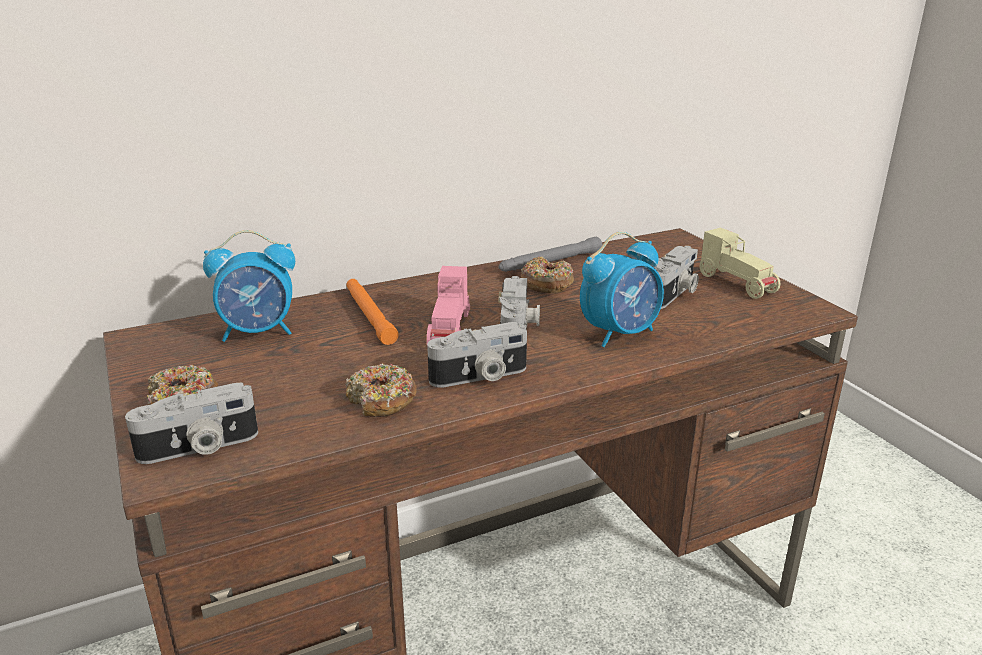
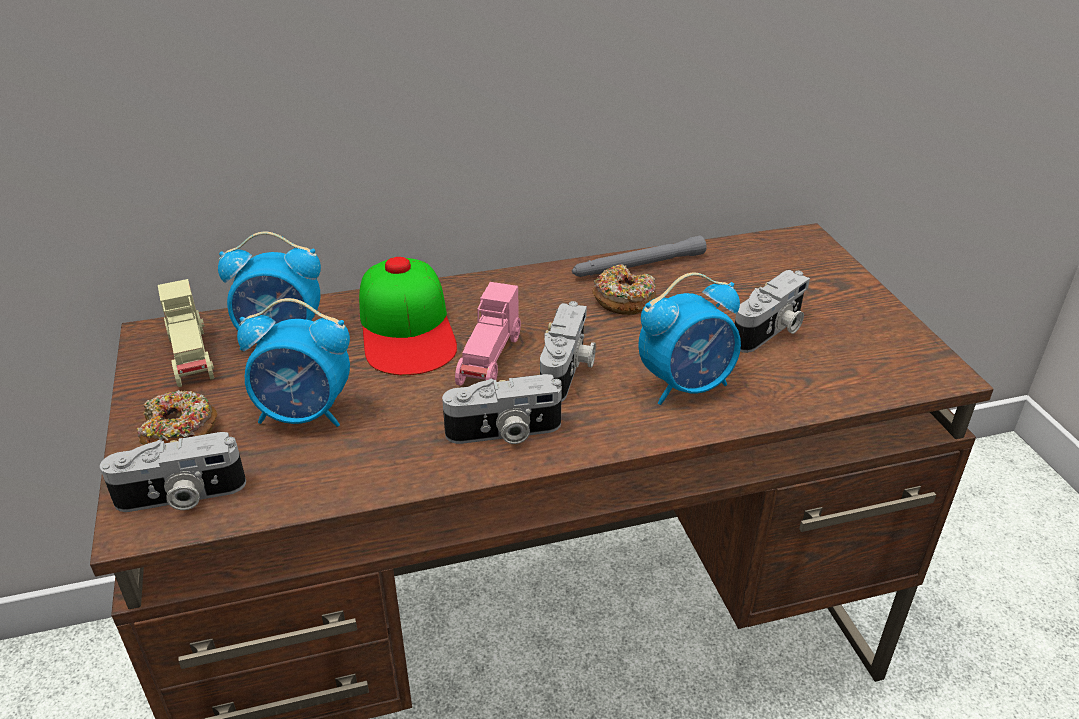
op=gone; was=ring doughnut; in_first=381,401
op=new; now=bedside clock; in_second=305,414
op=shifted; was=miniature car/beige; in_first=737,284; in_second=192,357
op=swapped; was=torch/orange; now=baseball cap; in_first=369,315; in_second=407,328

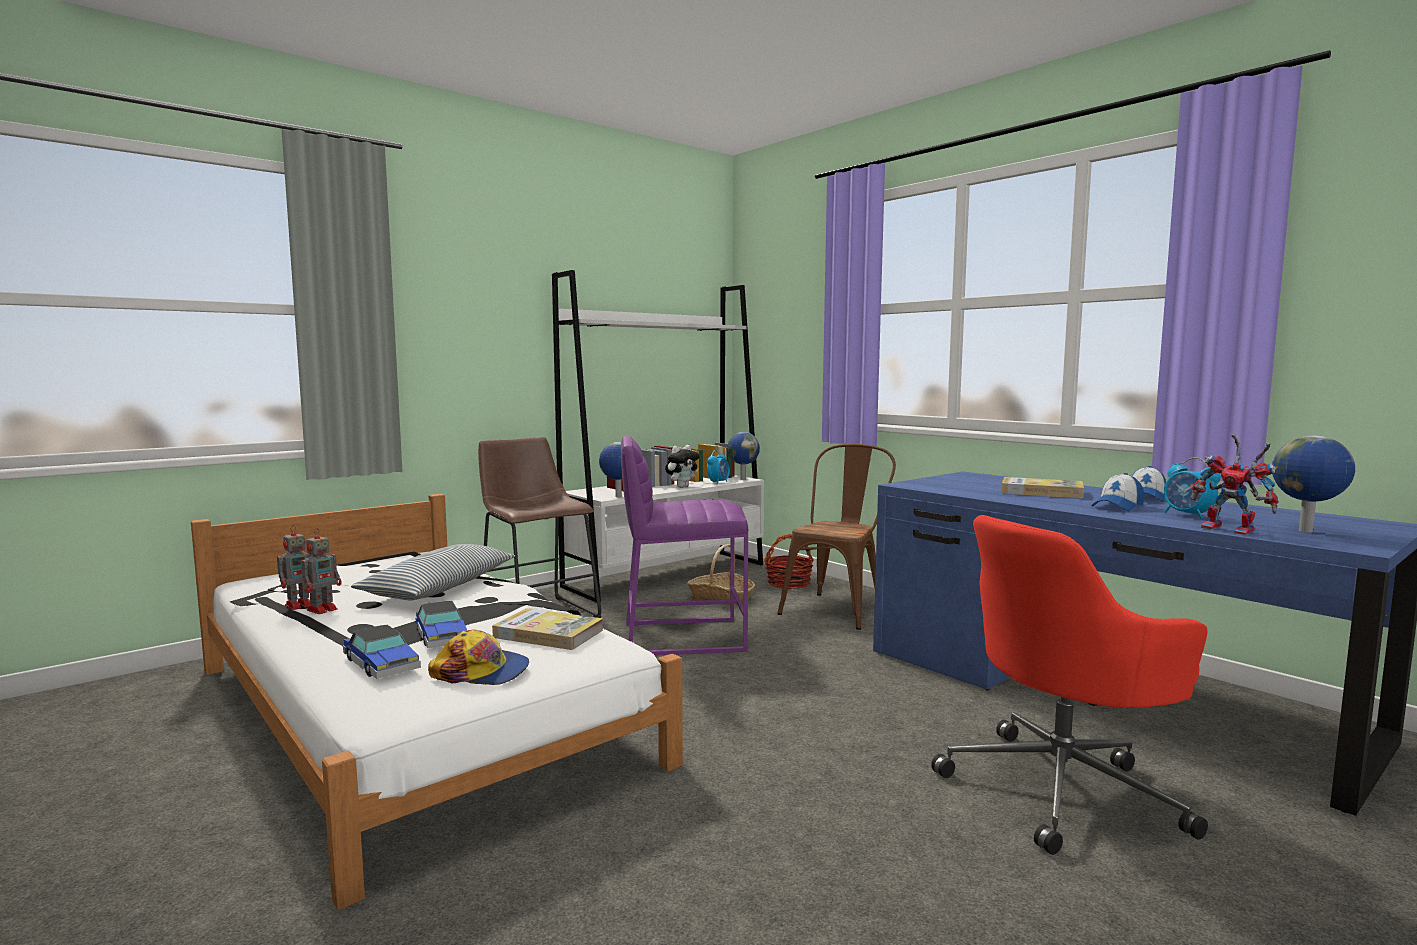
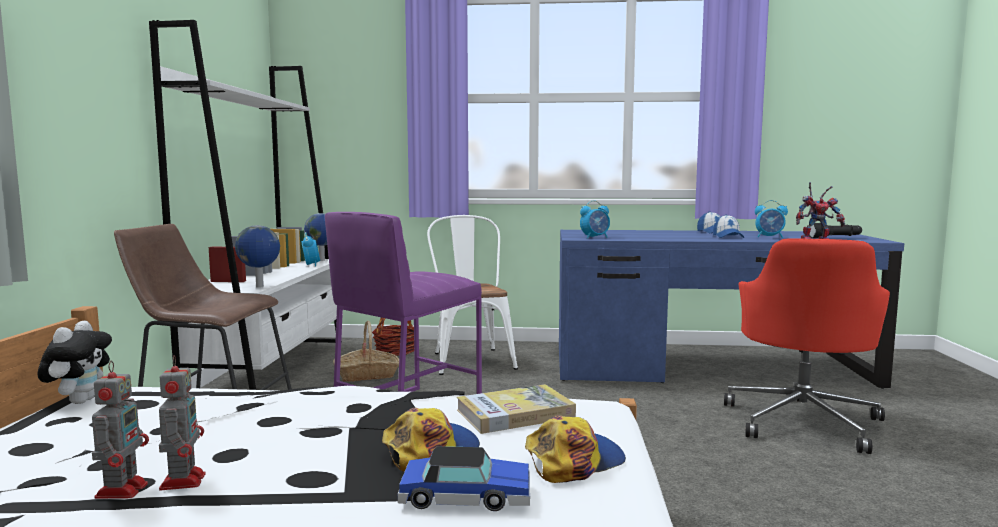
op=gone; was=pillow; in_first=440,587
op=gone; was=bound book; in_first=1041,492
op=new; now=bedside clock; in_second=595,237
op=shifted; was=cuddly toy; in_first=682,487; in_second=79,401
op=swapped; was=miniature car; now=baseball cap; in_first=441,636; in_second=430,450
op=swapped; was=globe; now=torch/blackish; in_first=1306,531; in_second=835,237
op=repainted; was=plain chair/brown; now=plain chair/white-coloured; in_first=838,607; in_second=470,359

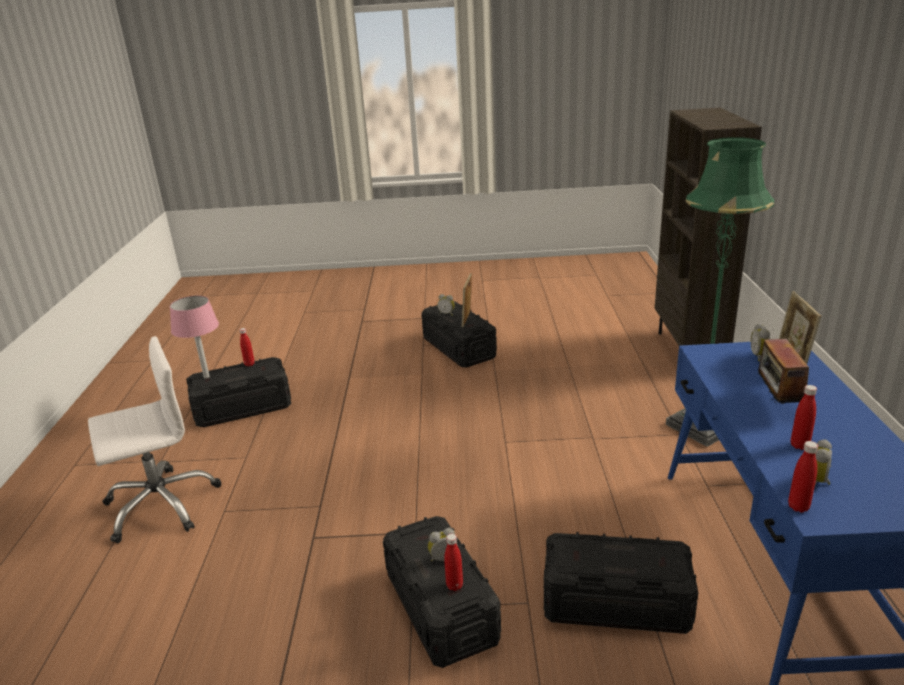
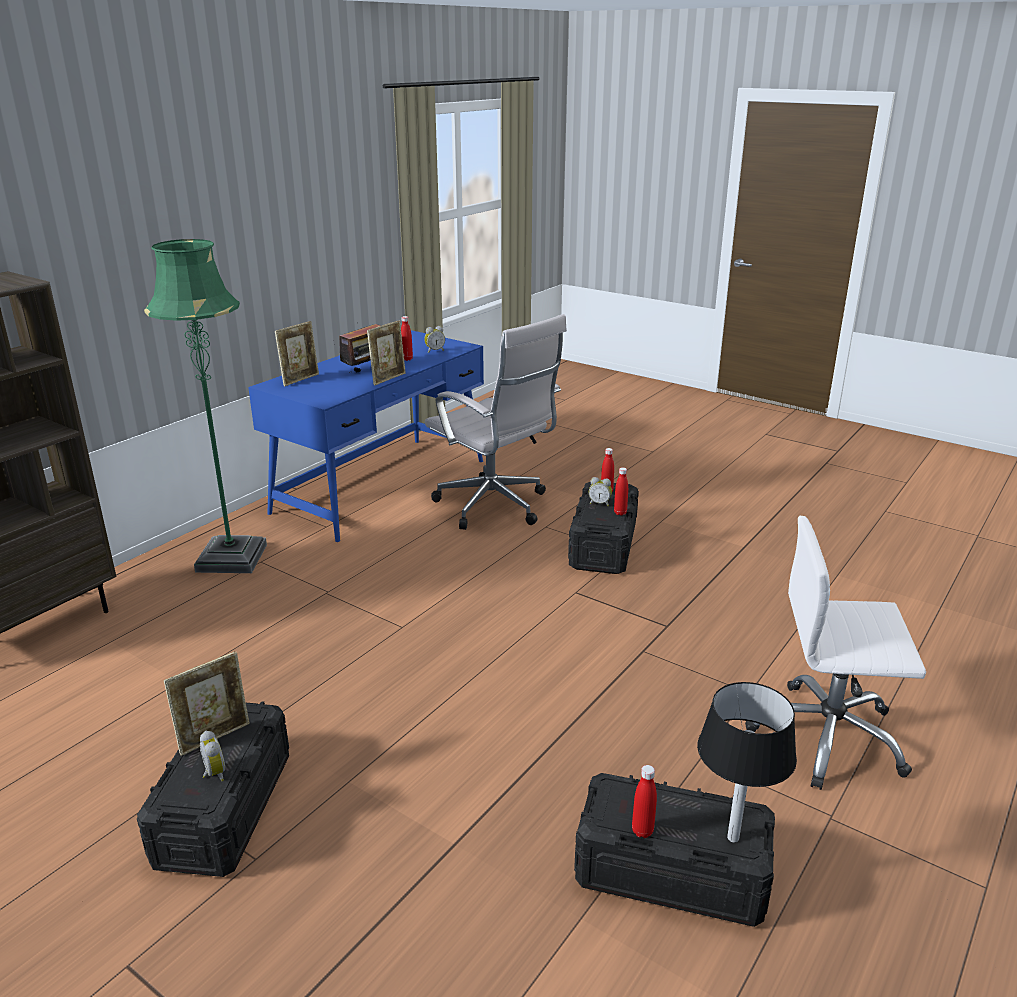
op=gone; was=bedside clock; in_first=759,356
op=new; now=standing frame; in_second=388,379
op=shifted; was=beverage bottle/reddish; in_first=798,507; in_second=620,513
op=swapped; was=storage box/blackish; now=office chair/white-coloured; in_first=615,603; in_second=495,507
op=repainted; was=tabletop lamp/pink; now=tabletop lamp/blackish; in_first=206,377; in_second=733,837

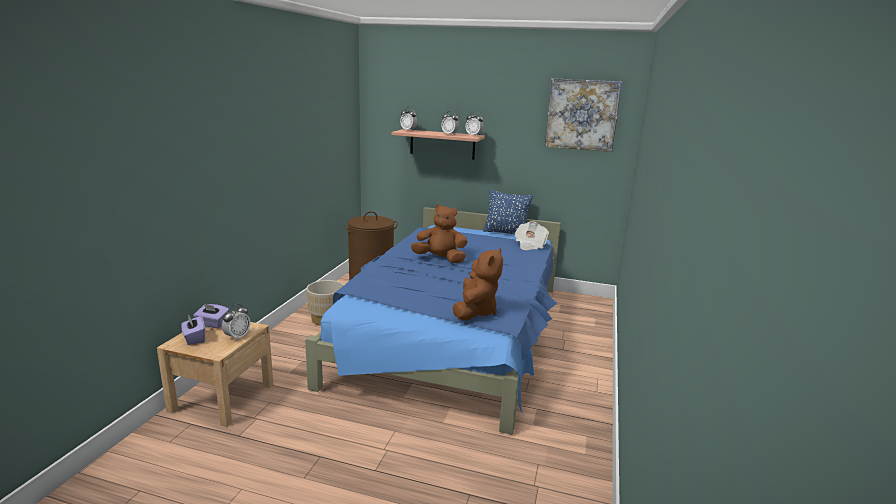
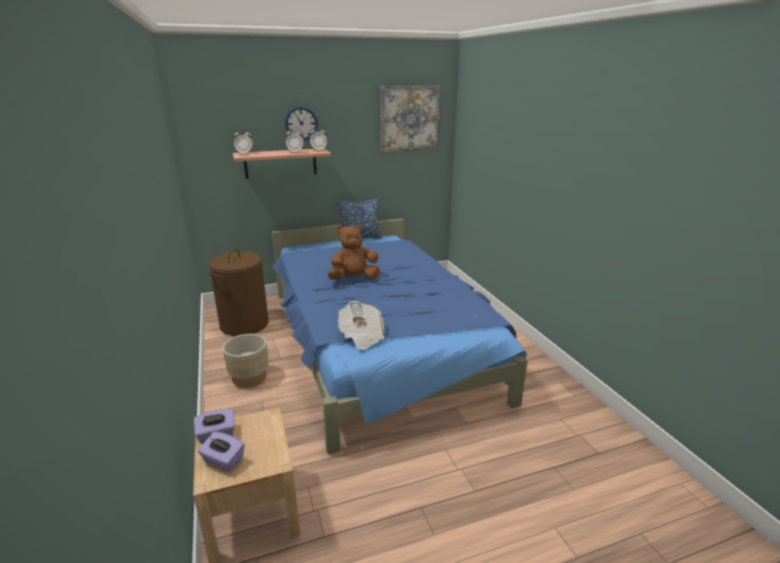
op=gone; was=bedside clock; in_first=237,337
op=gone; was=cuddly toy/brown; in_first=475,311
op=new; now=wall clock; in_second=301,123
op=shifted; was=daily paper; in_first=530,245; in_second=362,336

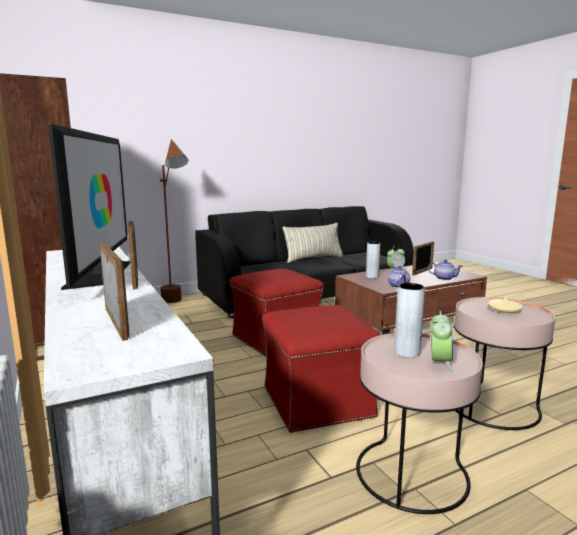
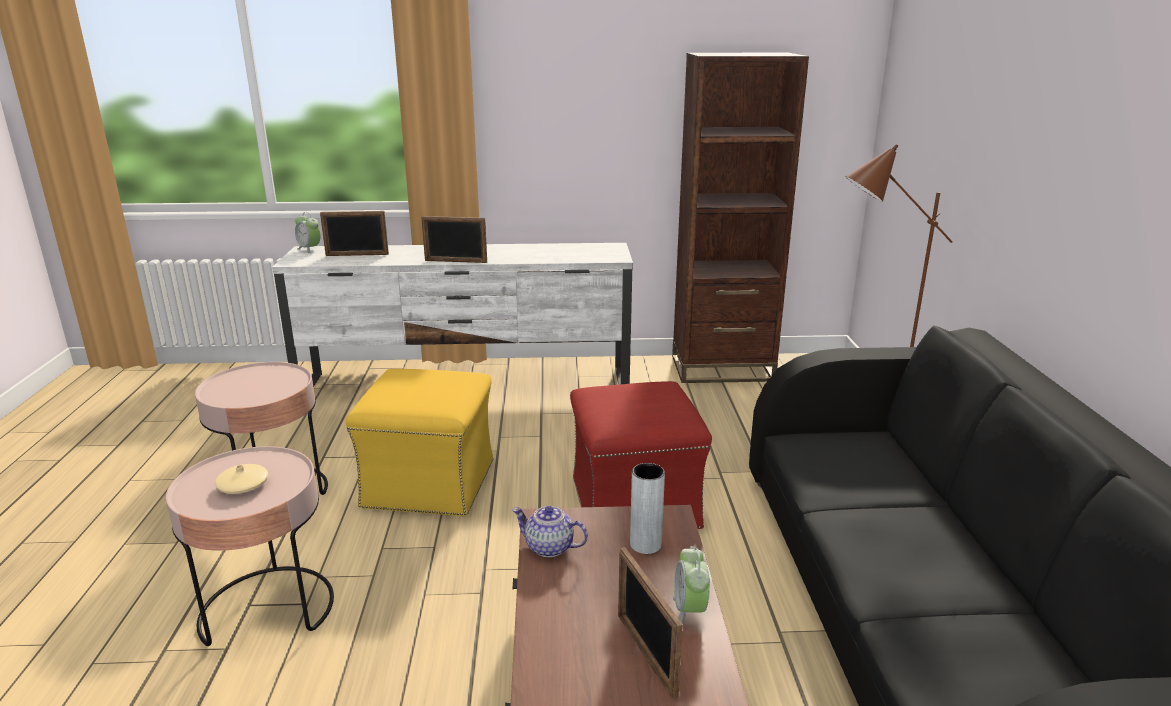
op=gone; was=television; in_first=101,273
op=gone; was=pillow; in_first=313,258
op=gone; was=vase/gray; in_first=407,352
op=gone; was=teapot; in_first=444,278
op=shifted; was=bedside clock; in_first=439,363; in_second=309,249
op=repainted; was=ottoman/reddish; now=ottoman/yellowish; in_first=317,401; in_second=431,484

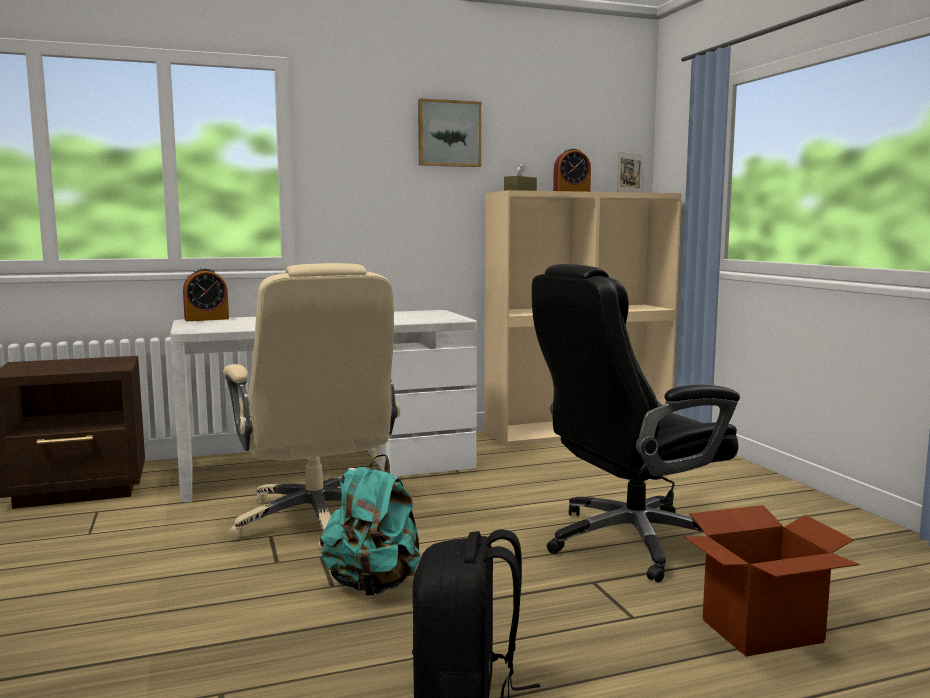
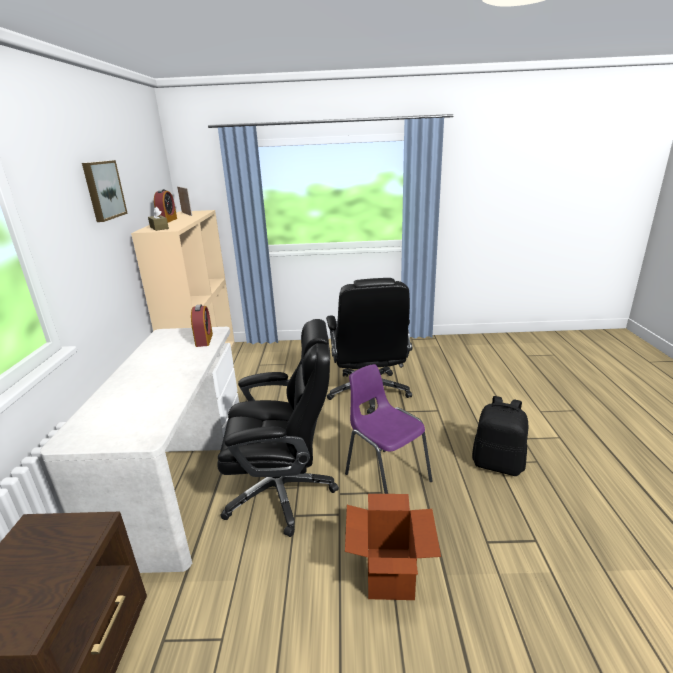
op=shifted; was=bedside clock; in_first=206,319; in_second=204,340
op=shifted; was=cardboard box; in_first=761,631; in_second=390,574
op=swapped; was=knapsack/turquoise; now=plain chair/purplish; in_first=373,585; in_second=386,477
op=repainted; was=office chair/beige; now=office chair/blackish; in_first=316,521; in_second=283,491

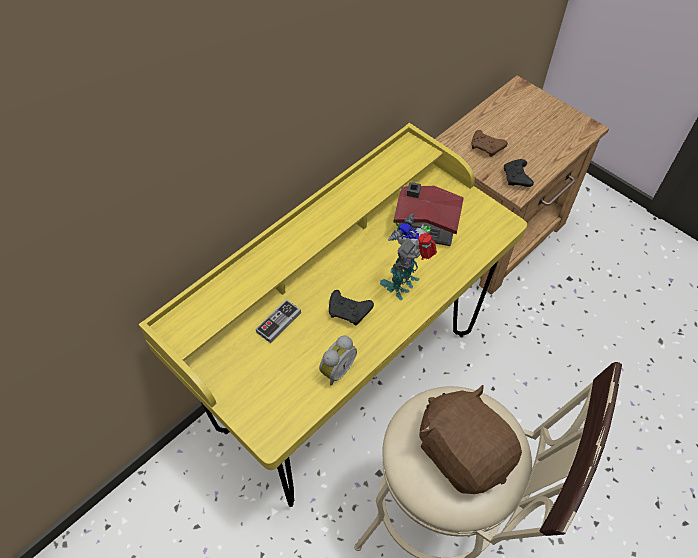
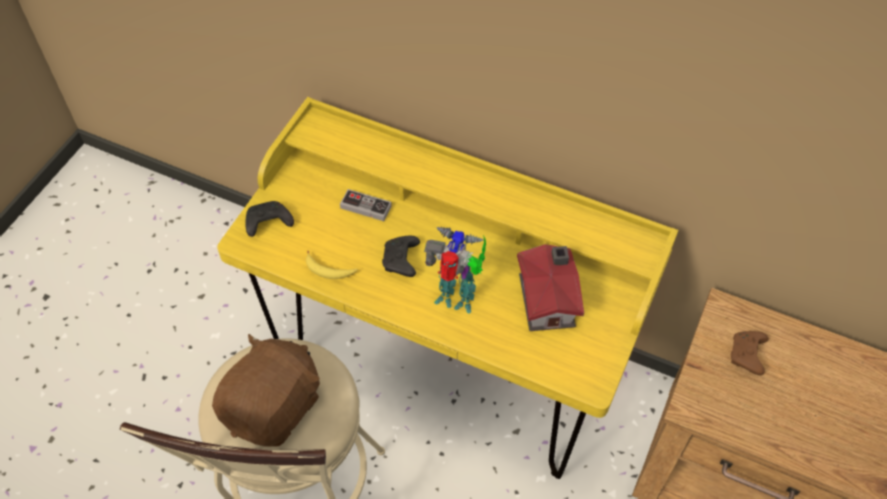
op=shifted; was=joypad/blackish; in_first=517,178; in_second=267,223
op=swapped; was=bedside clock; now=banana; in_first=336,370; in_second=329,270

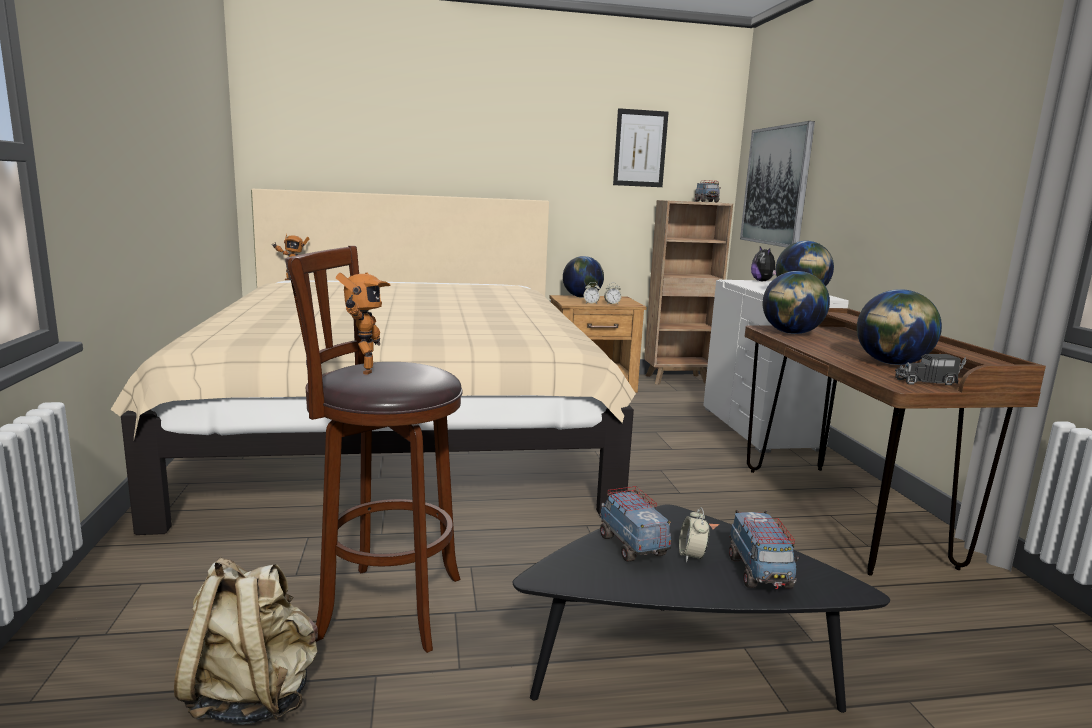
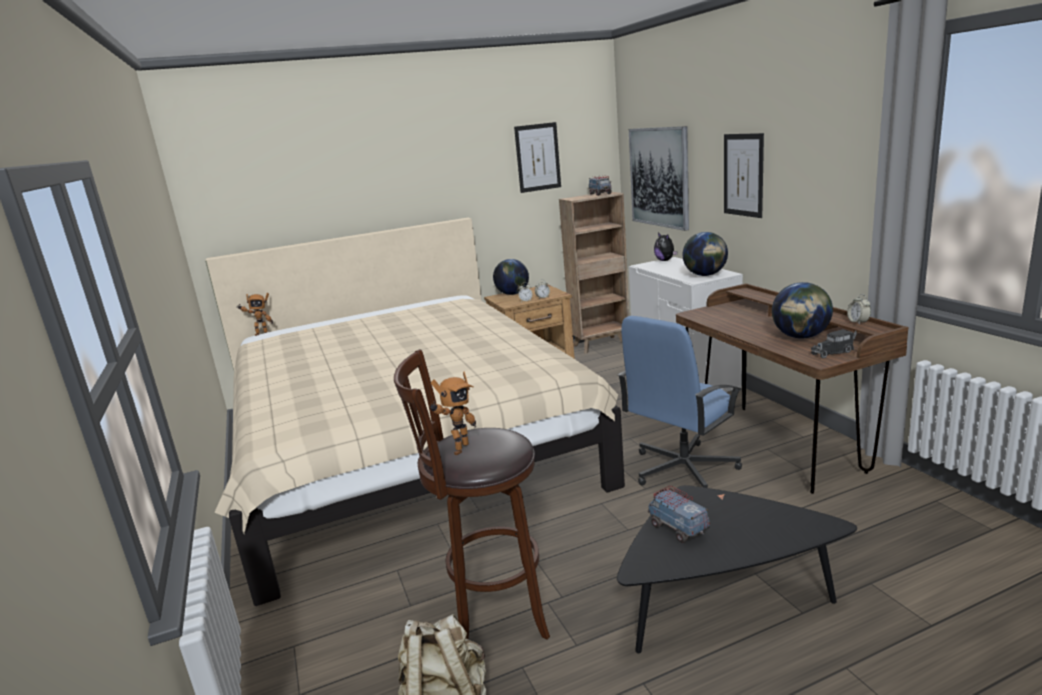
op=gone; was=toy lorry; in_first=759,573
op=gone; was=globe; in_first=791,333
op=new; now=office chair/bluish; in_second=682,469
op=new; now=wall picture; in_second=743,175
op=shifted; was=bedside clock; in_first=691,556; in_second=858,322
op=rotated; was=model robot; in_first=363,370; in_second=458,449; clockwise=45

